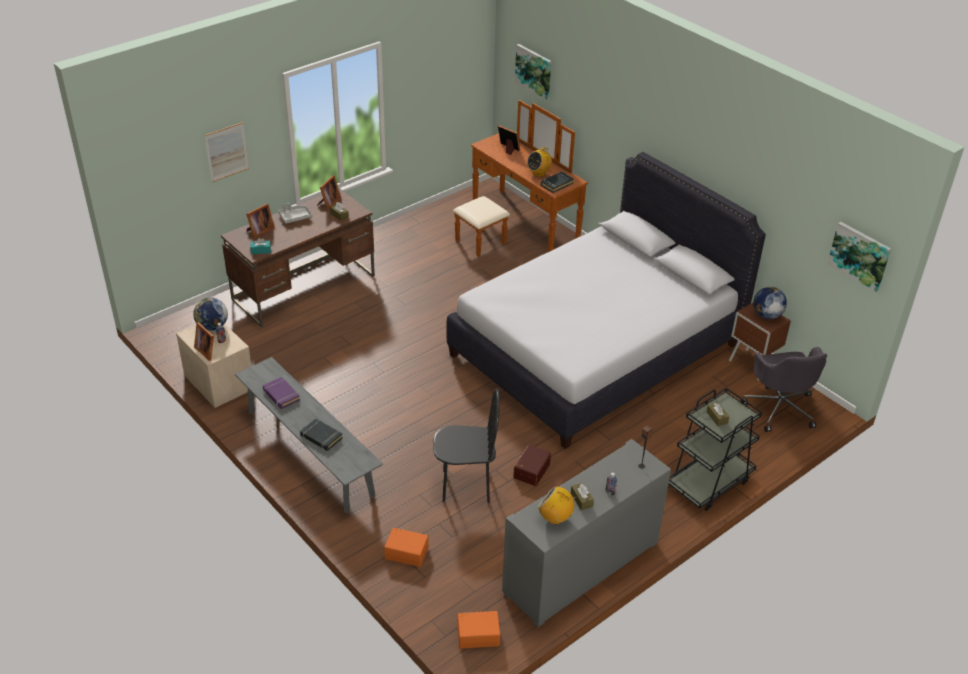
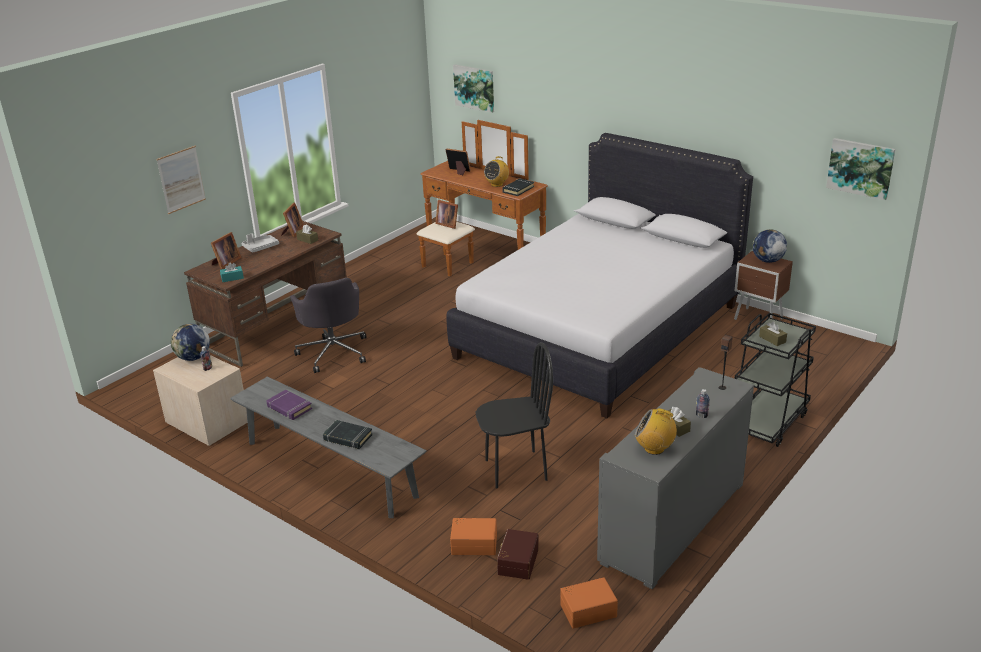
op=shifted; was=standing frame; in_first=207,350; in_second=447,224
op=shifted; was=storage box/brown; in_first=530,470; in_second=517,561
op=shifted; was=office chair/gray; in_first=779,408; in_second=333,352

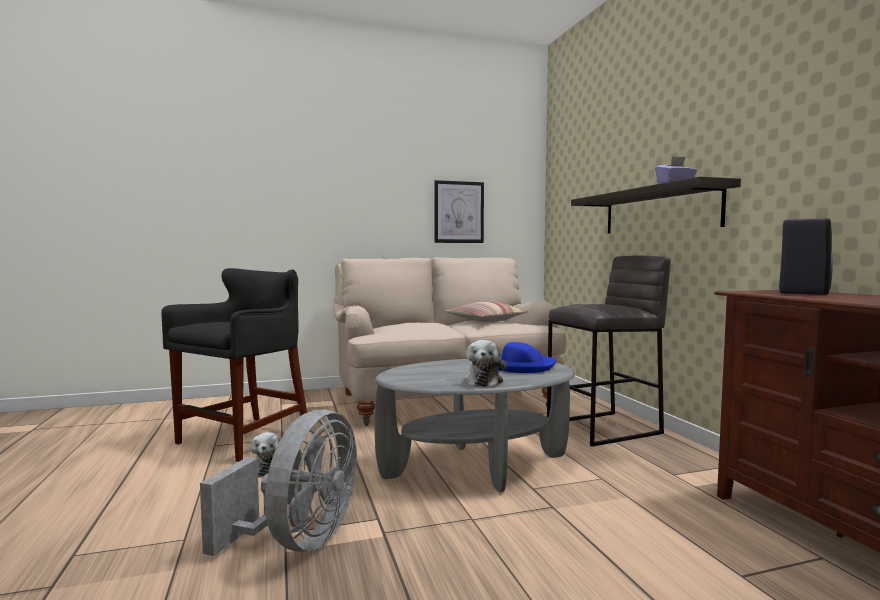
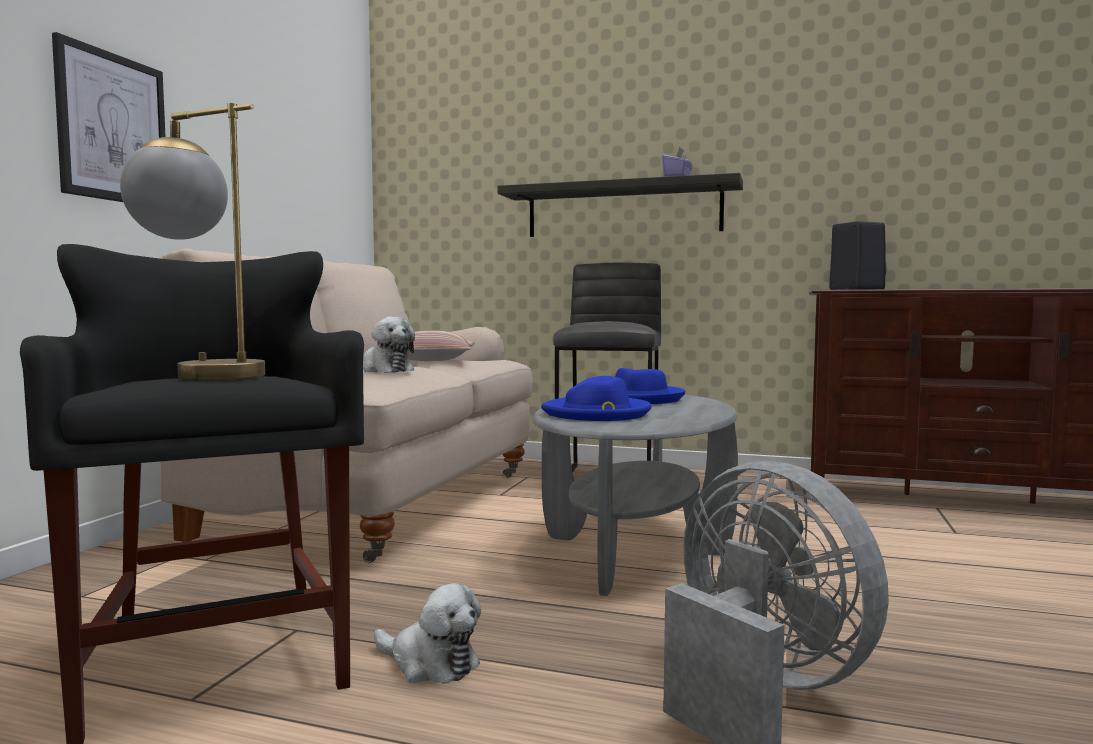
op=new; now=tabletop lamp; in_second=199,375
op=new; now=clothing hat/bluish; in_second=597,413
op=shifted; was=wall picture; in_first=459,212; in_second=112,128
op=shifted; was=cuddly toy; in_first=483,381; in_second=384,370

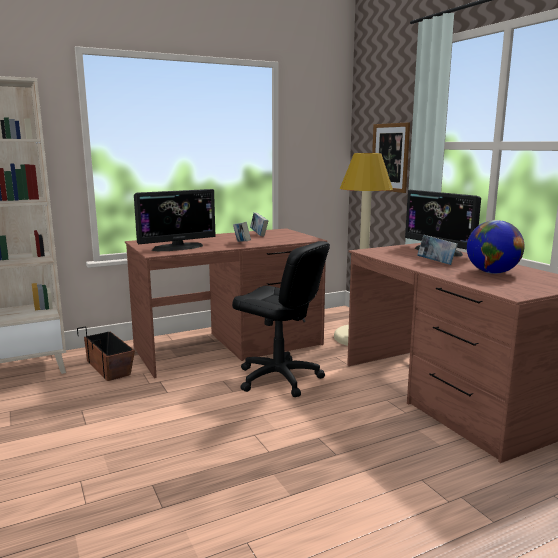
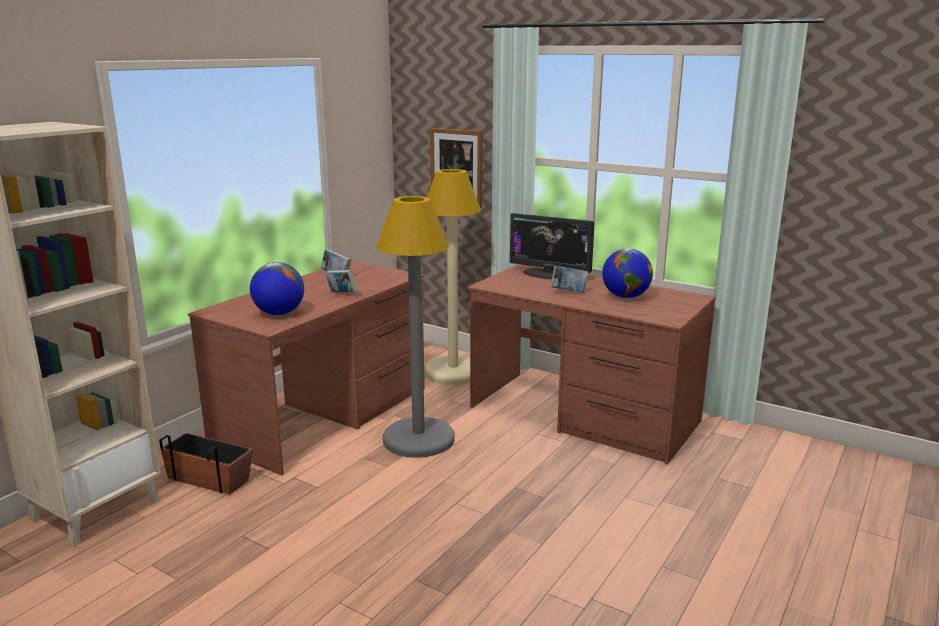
op=swapped; was=monitor; now=globe; in_first=177,247; in_second=279,313
op=swapped; was=office chair/blackish; now=standard lamp/gray; in_first=279,378; in_second=418,439

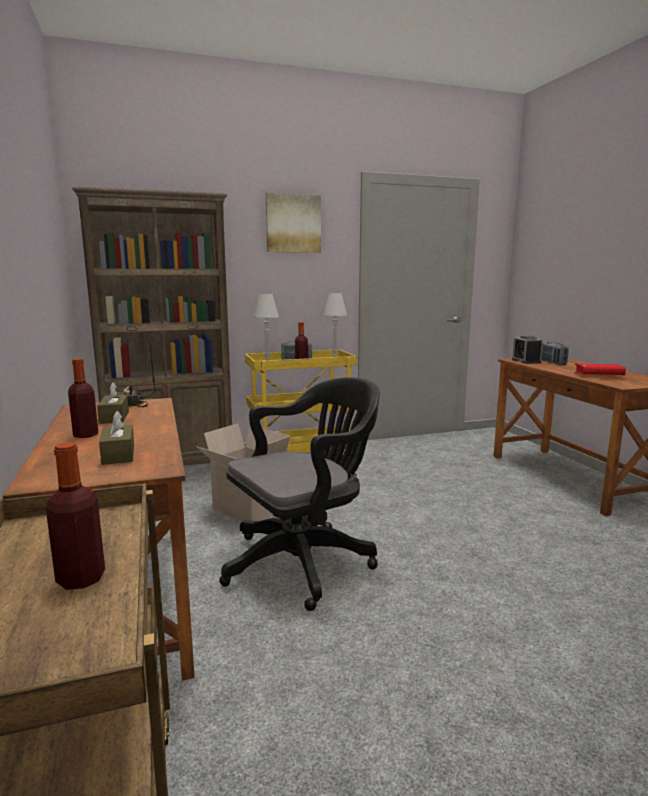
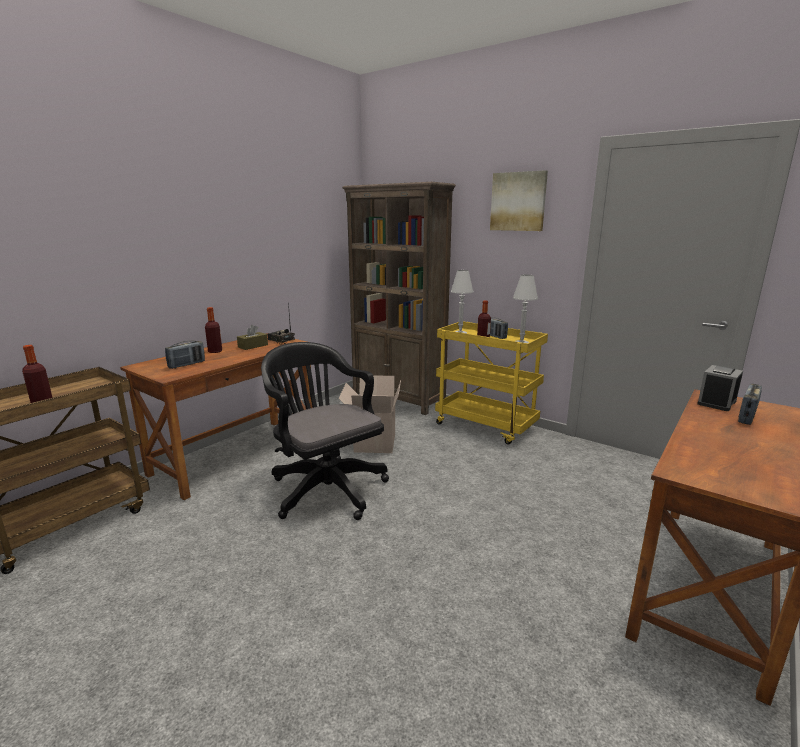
op=gone; was=bound book/reddish; in_first=598,376
op=swapped; was=tissue box/brown; now=radio; in_first=118,454; in_second=187,365
op=rotated; was=office chair/blackish; in_first=304,561; in_second=325,487; clockwise=-150

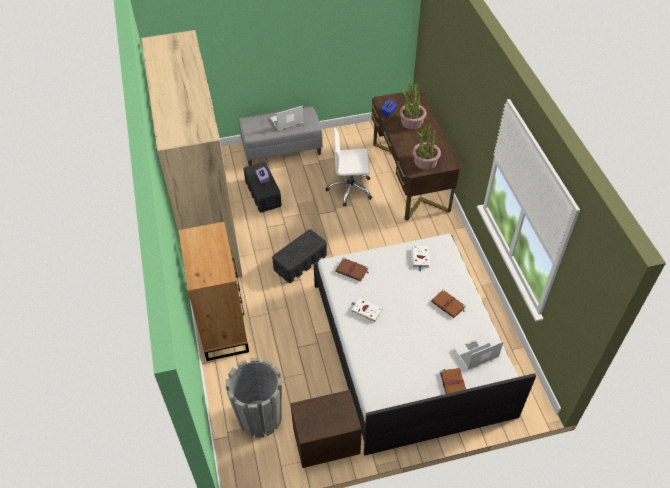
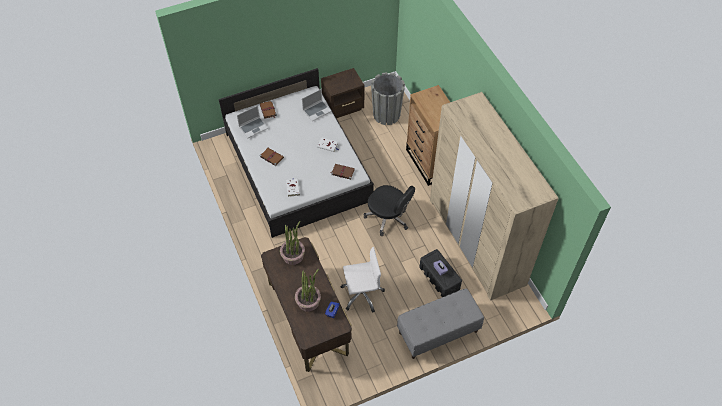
op=shifted; was=notebook computer; in_first=286,121; in_second=317,111
op=swapped; was=storage box/blackish; now=office chair/blackish; in_first=300,262; in_second=388,218

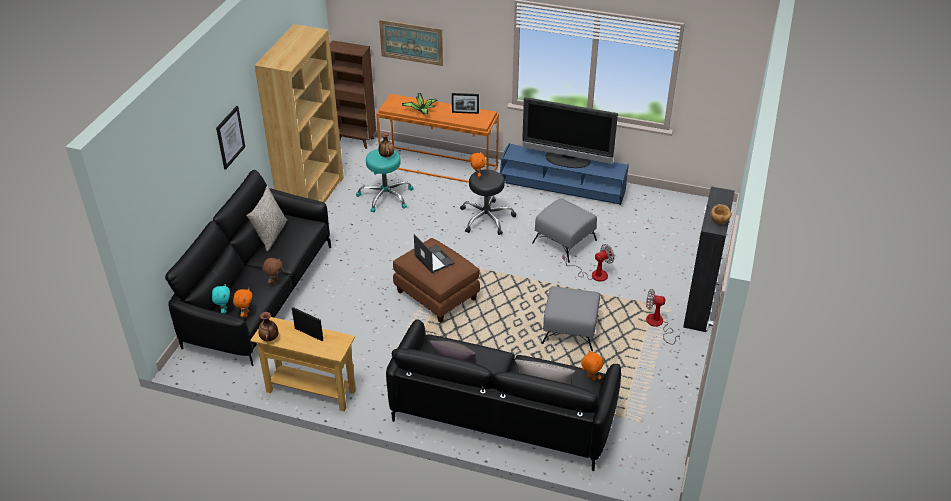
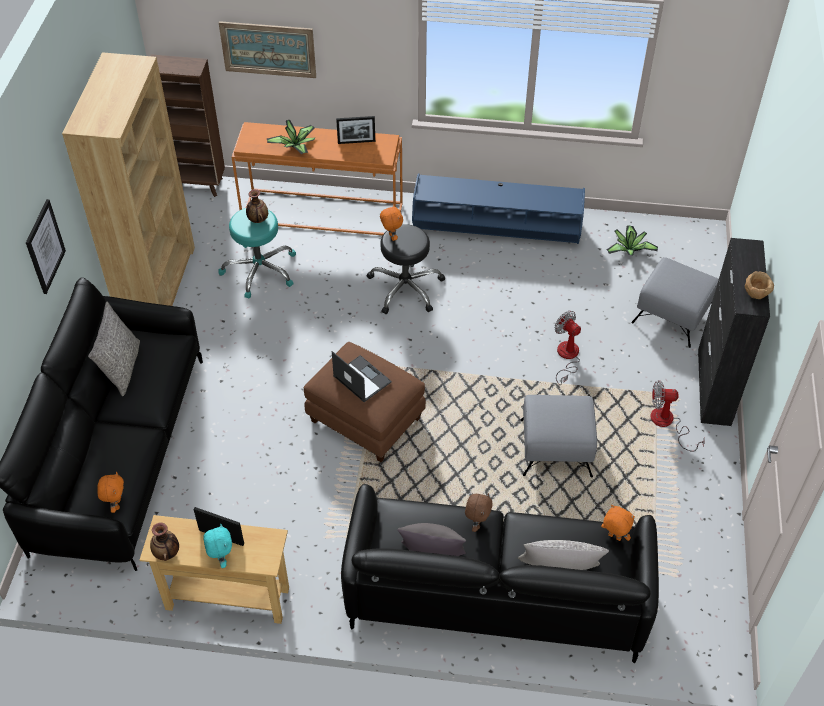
op=gone; was=television; in_first=567,161
op=new; now=houseplant; in_second=629,249
op=shifted; was=cuddly toy/turquoise; in_first=224,310; in_second=221,559
op=shifted; was=cuddly toy/brown; in_first=275,282; in_second=477,523
op=shifted; was=ottoman/gray; in_first=564,241; in_second=672,314
op=rotated; was=electric fan; in_first=593,274; in_second=566,357; clockwise=-90

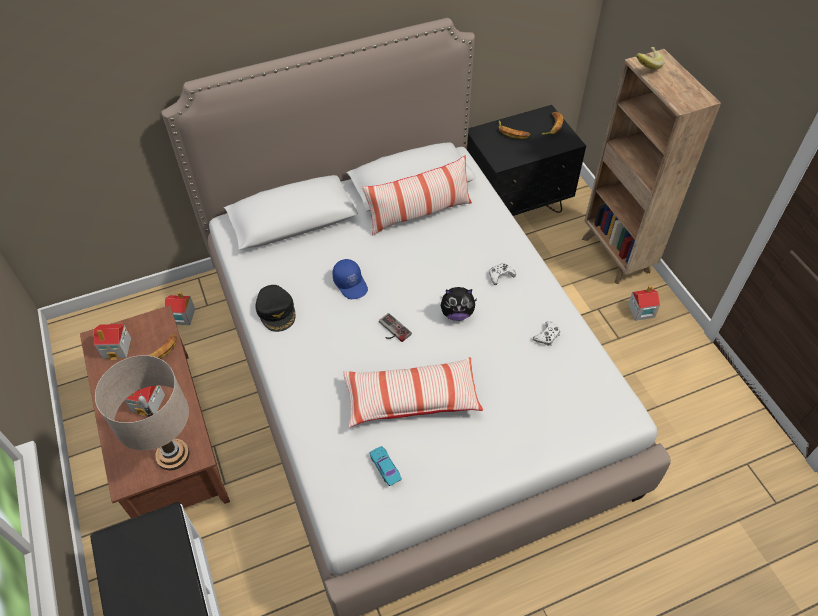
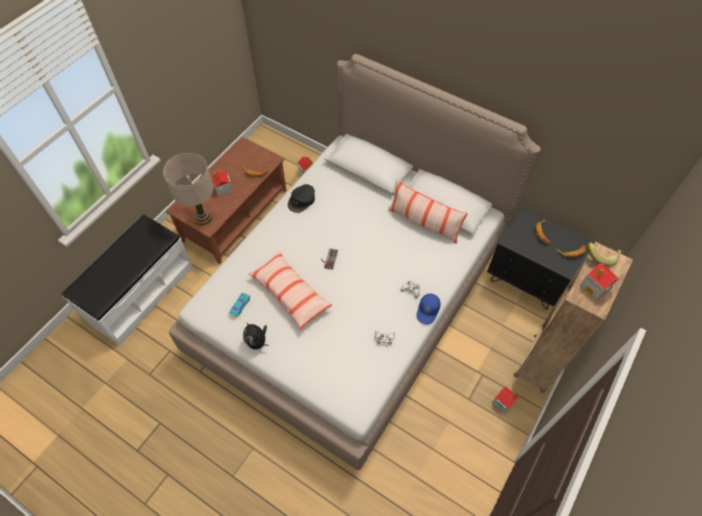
op=shifted; was=toy house; in_first=117,348; in_second=596,287
op=shifted; was=baseball cap/bluish; in_first=351,284; in_second=428,311
op=shifted; was=cuddly toy; in_first=457,313; in_second=257,341

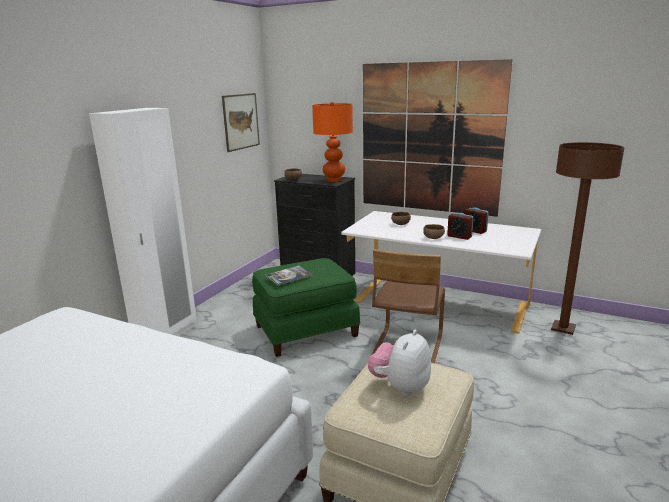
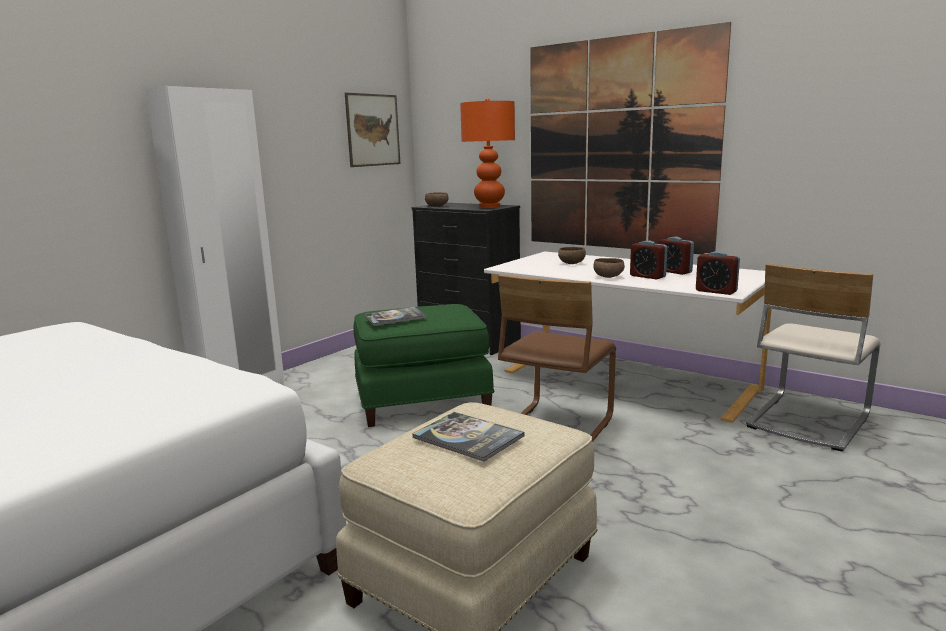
op=new; now=bedside clock; in_second=716,291
op=swapped; was=cuddly toy; now=bound book; in_first=400,386; in_second=468,437
op=swapped; was=standard lamp/brown; now=plain chair/beige; in_first=563,328; in_second=806,421

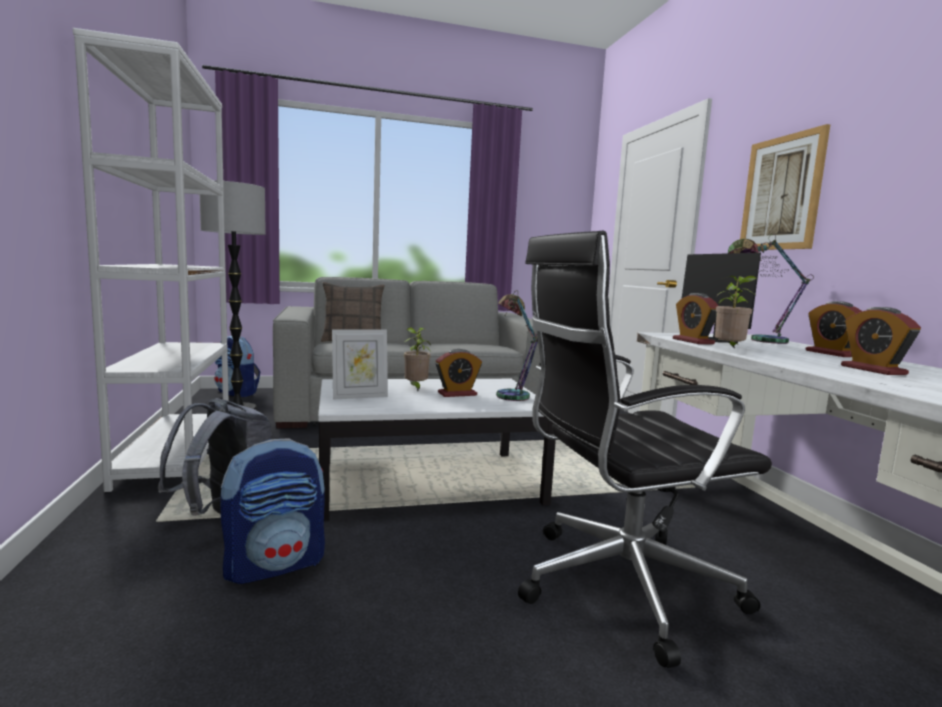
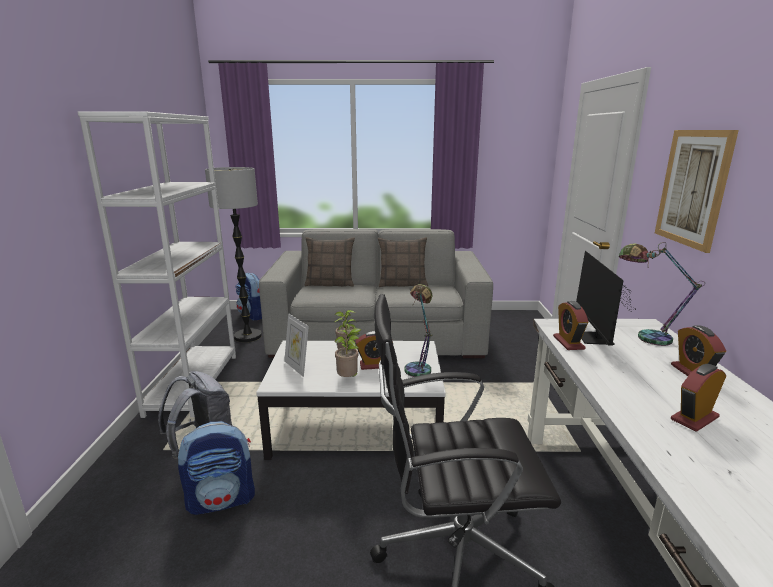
op=new; now=pillow; in_second=402,284
op=shifted; was=houseplant; in_first=729,350; in_second=349,379
op=rotated; was=standing frame; in_first=359,396; in_second=297,367; clockwise=60
op=rotated; was=bedside clock; in_first=873,370; in_second=694,418; clockwise=60

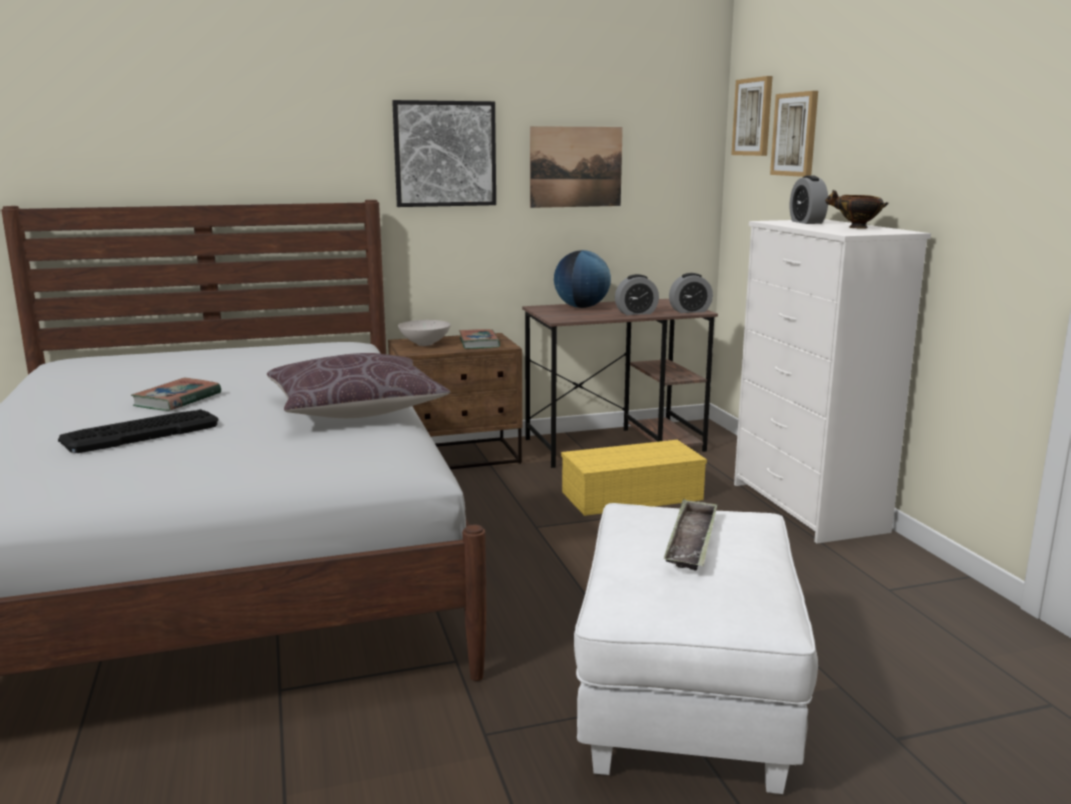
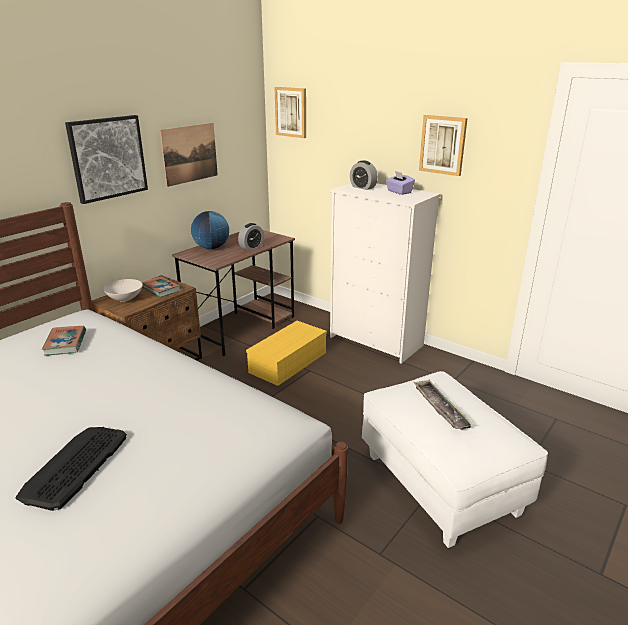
op=gone; was=pillow/brown; in_first=356,409
op=gone; was=bedside clock; in_first=690,311
op=shifted; was=bound book; in_first=177,400; in_second=65,343
op=shifted; was=wall picture; in_first=795,134; in_second=443,145
op=swapped; was=serving bowl; now=tissue box/purplish; in_first=856,228; in_second=399,192

